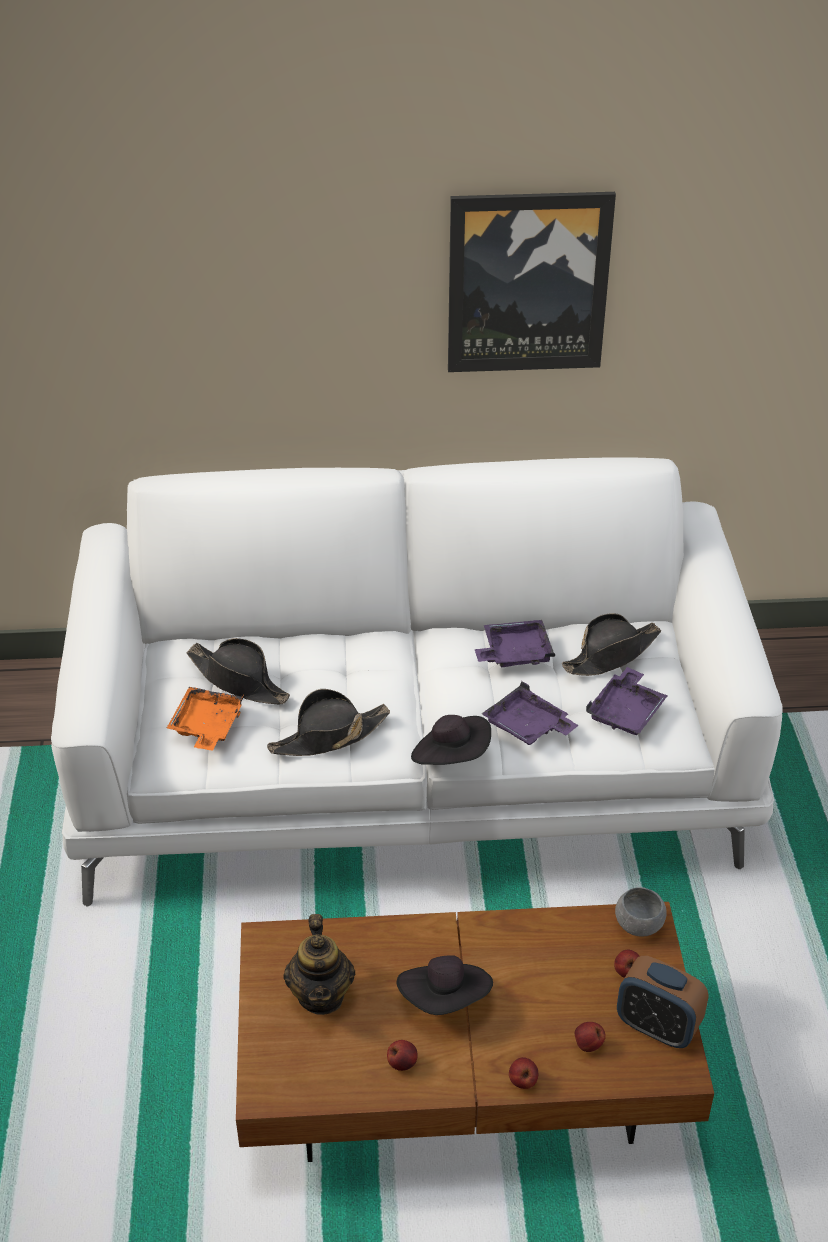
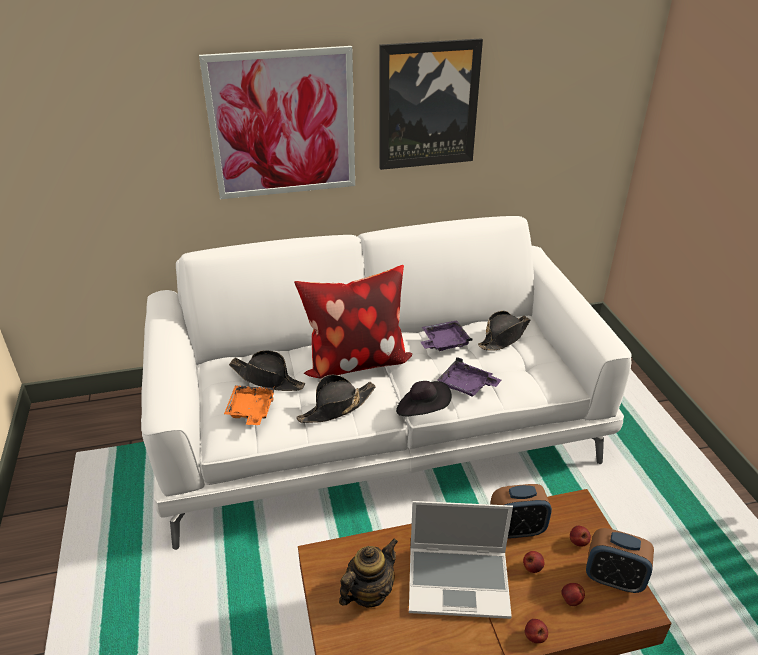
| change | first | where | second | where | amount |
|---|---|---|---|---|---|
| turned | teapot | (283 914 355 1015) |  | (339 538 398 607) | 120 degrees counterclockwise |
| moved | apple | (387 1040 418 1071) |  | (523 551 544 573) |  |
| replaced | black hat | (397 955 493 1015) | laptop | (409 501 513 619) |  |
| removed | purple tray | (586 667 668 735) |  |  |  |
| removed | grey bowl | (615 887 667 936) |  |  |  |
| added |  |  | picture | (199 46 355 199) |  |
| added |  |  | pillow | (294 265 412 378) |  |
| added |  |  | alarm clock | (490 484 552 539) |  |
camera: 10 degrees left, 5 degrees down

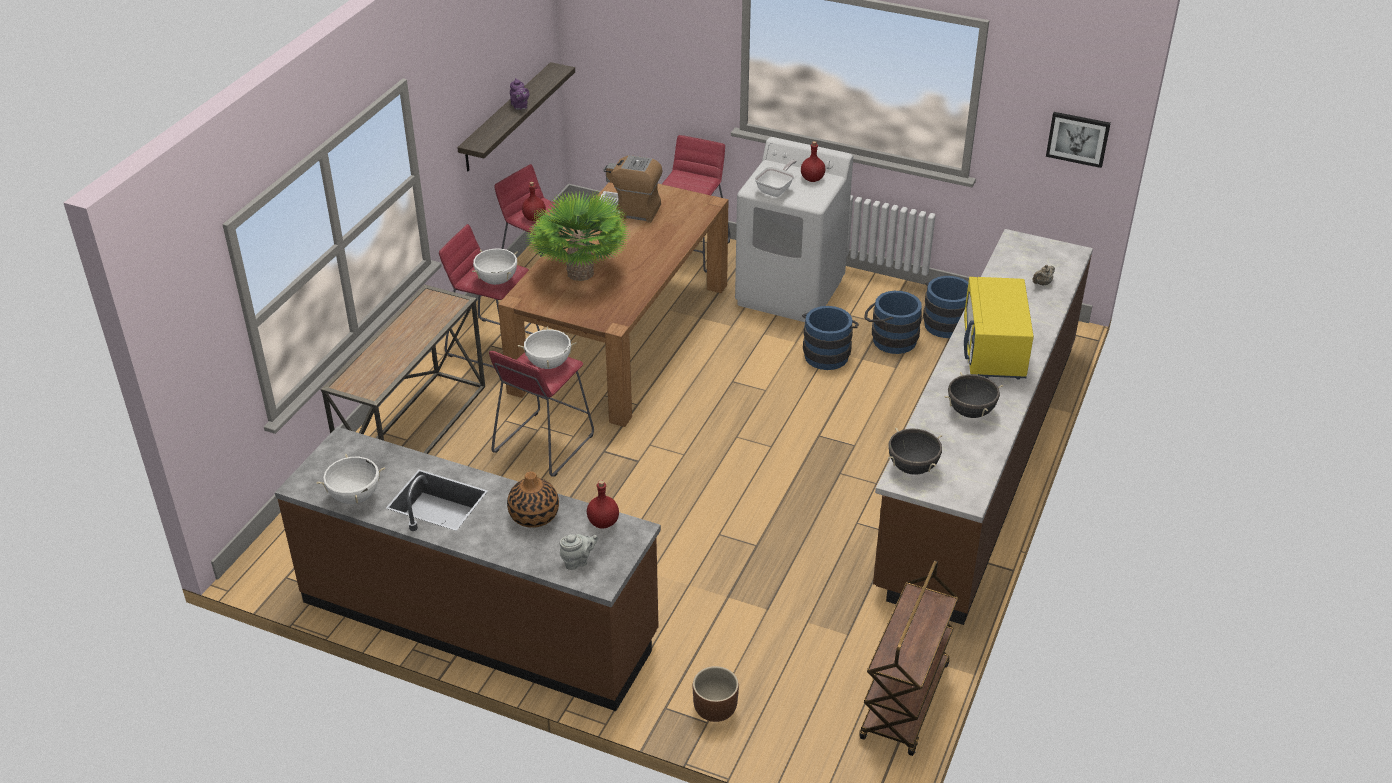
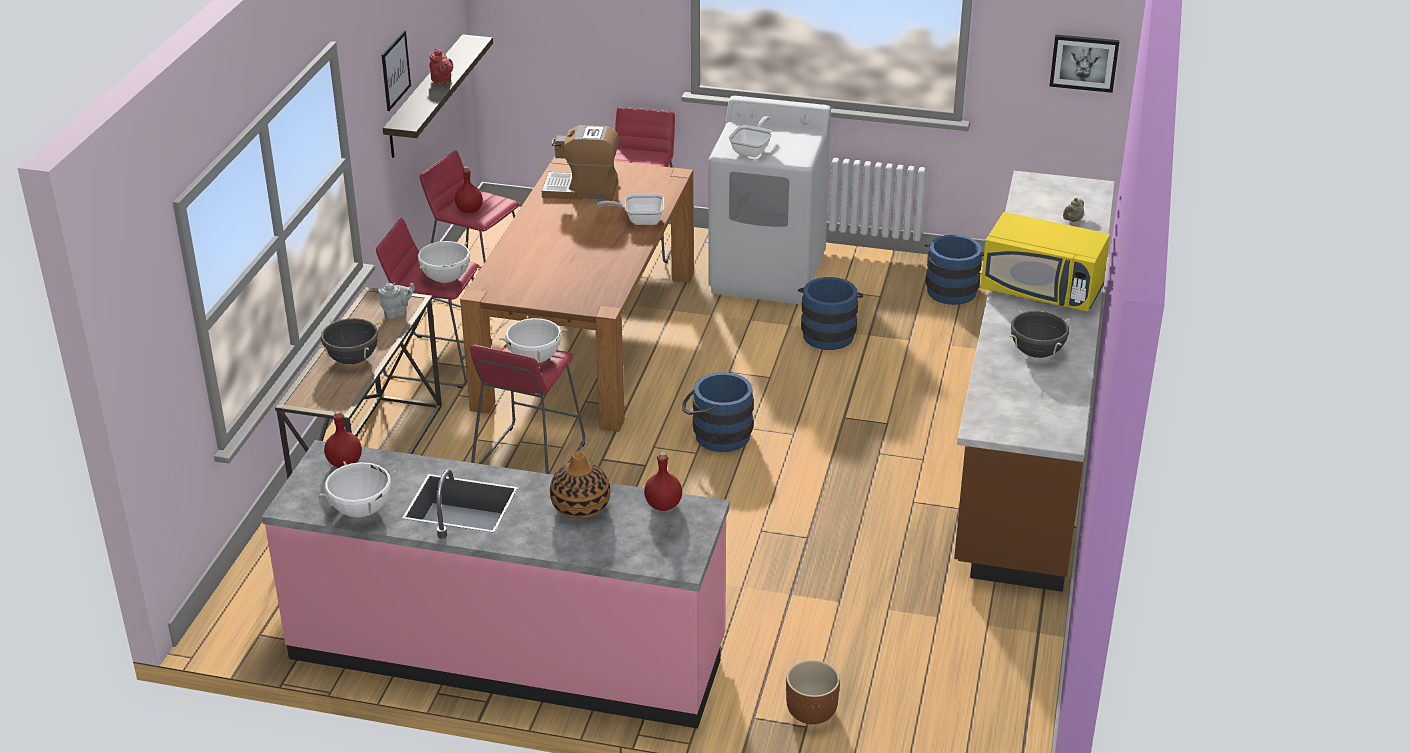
| change | first | where | second | where | amount |
|---|---|---|---|---|---|
| recoloured | brown counter | (275 427 661 711) | pink counter | (262 440 730 729) |  |
| recoloured | purple teapot | (510 78 529 110) | red teapot | (429 48 453 85) |  |
| removed | potted plant | (524 190 628 281) |  |  |  |
| moved | grey teapot | (560 534 598 570) |  | (379 283 415 319) |  |
| moved | red bottle | (801 141 825 182) |  | (324 410 362 468) |  |
| removed | brown cart | (859 560 958 756) |  |  |  |
| moved | blue bucket | (864 291 922 354) |  | (682 372 754 452) |  |
| moved | black cooking pot | (888 428 942 475) |  | (319 318 380 364) |  |
| turned | yellow microwave | (964 277 1034 380) |  | (981 212 1110 311) | 60 degrees counterclockwise |
| added |  |  | picture | (382 31 411 111) |  |
| added |  |  | frying pan | (597 193 664 225) |  |
camera: 10 degrees left, 5 degrees down

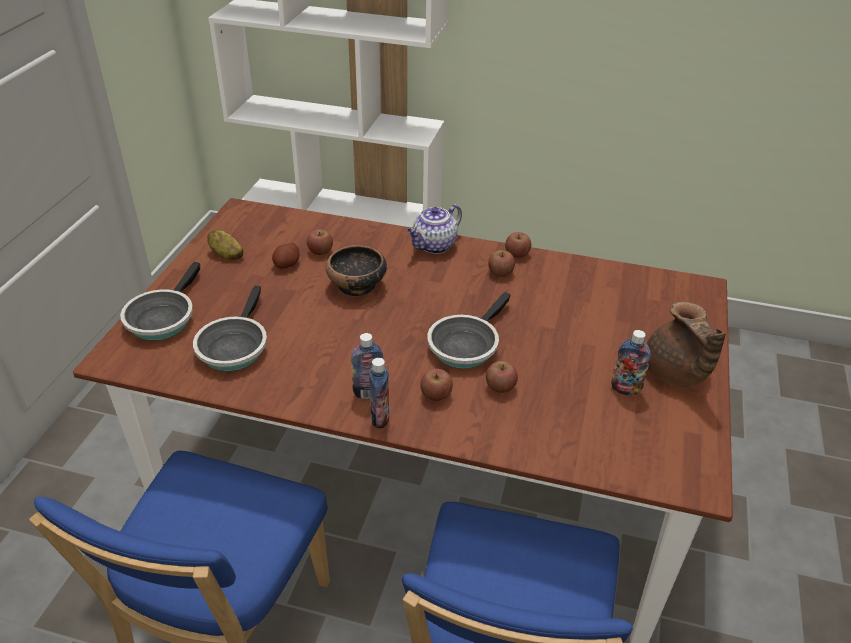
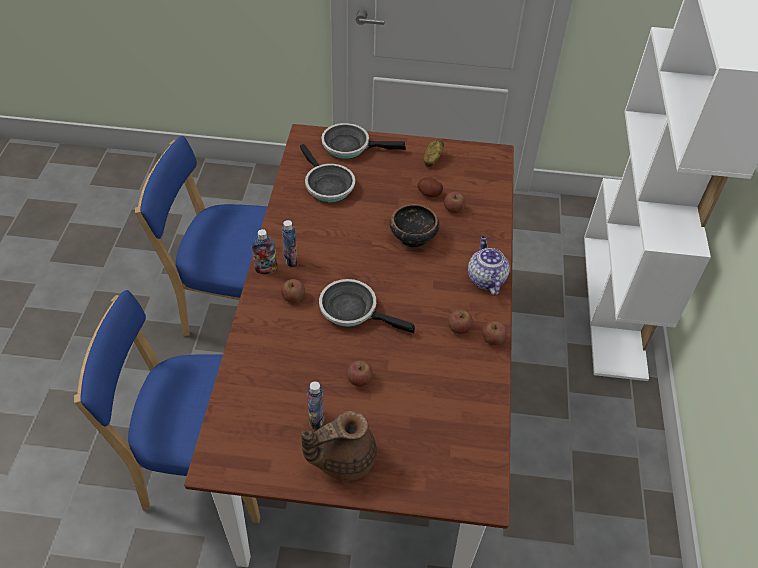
| change | first | where | second | where | amount |
|---|---|---|---|---|---|
| turned | frying pan | (193 286 267 371) |  | (300 144 355 202) | 120 degrees counterclockwise |
| turned | teapot | (407 204 462 254) |  | (468 236 510 295) | 45 degrees clockwise |
| moved | apple | (486 361 518 393) |  | (347 360 373 387) |  |
camera: 80 degrees right, 10 degrees up

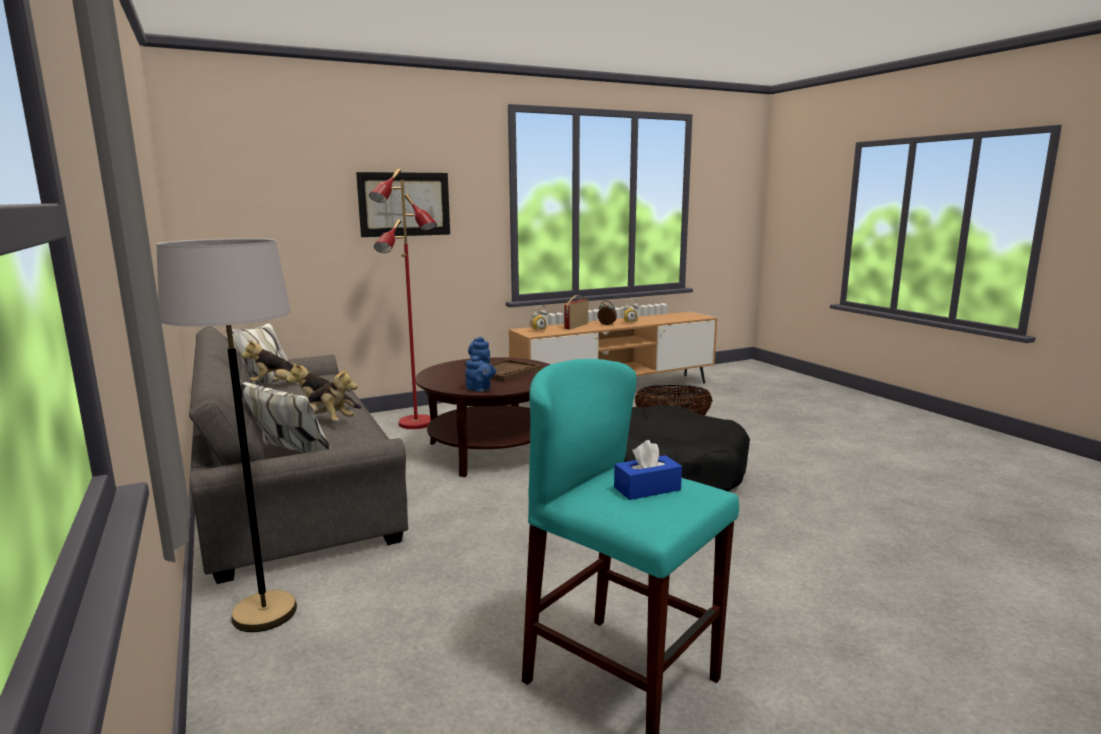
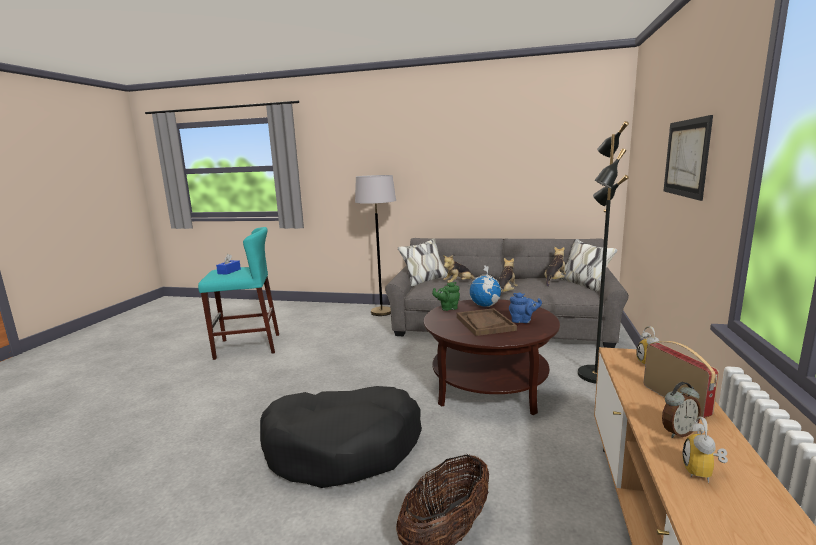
| change | first | where | second | where | amount |
|---|---|---|---|---|---|
| recoloured | red floor lamp | (369 168 437 429) | black floor lamp | (578 121 629 384) |  |
| recoloured | blue teapot | (465 355 496 392) | green teapot | (432 282 460 311) |  |
| added |  |  | globe | (468 265 503 307) |  |
camera: 130 degrees right, 0 degrees up

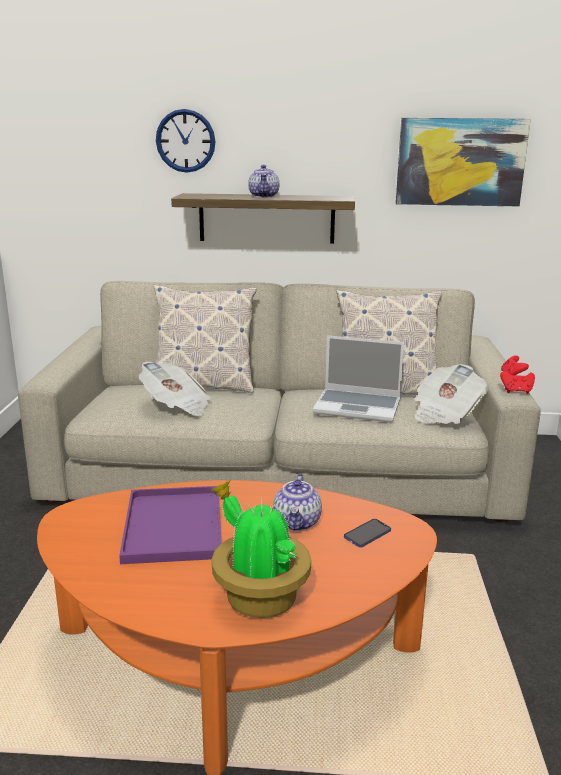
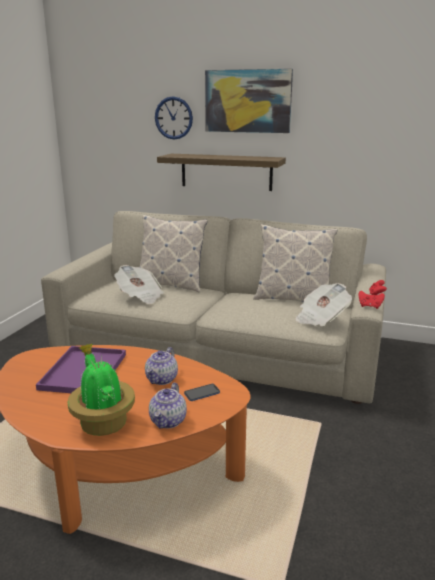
| change | first | where | second | where | amount |
|---|---|---|---|---|---|
| moved | teapot | (248 165 279 197) |  | (149 383 187 429) |  |
| removed | laptop | (313 335 405 422) |  |  |  |
| moved | picture | (396 118 531 206) |  | (205 69 293 133) |  |
camera: 15 degrees right, 0 degrees up

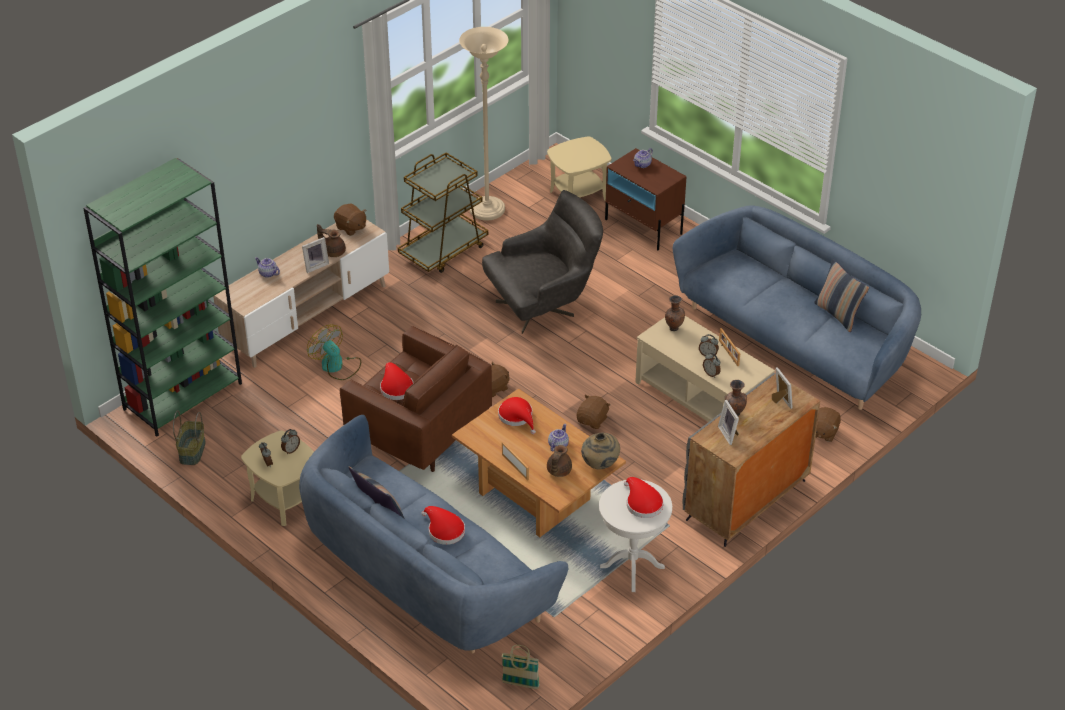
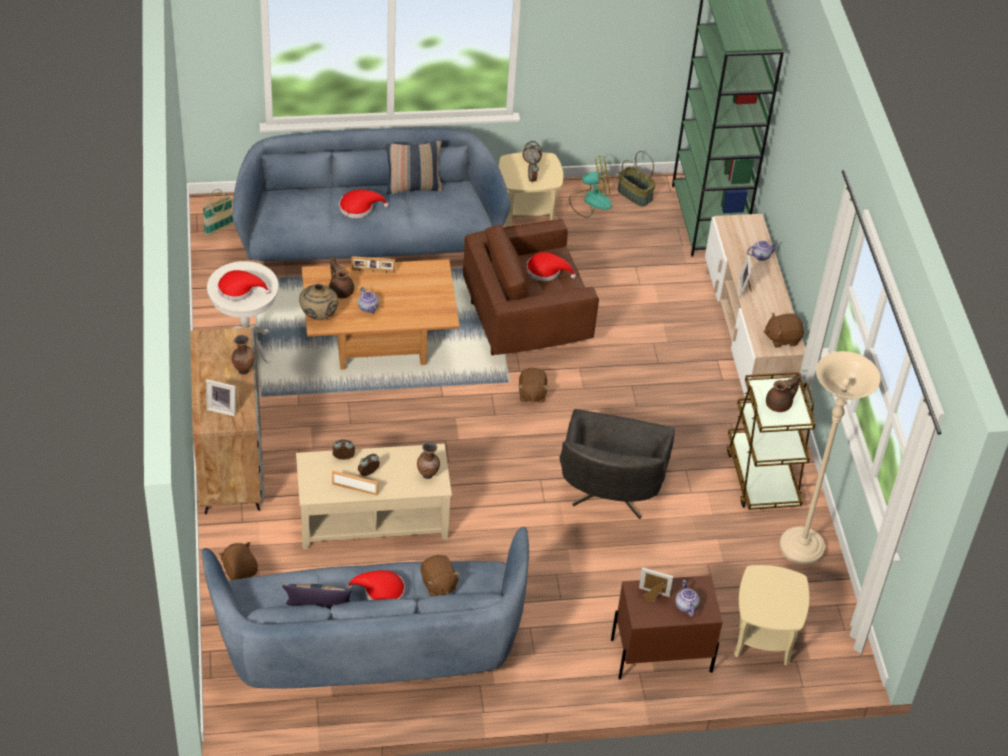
| change | first | where | second | where | amount |
|---|---|---|---|---|---|
| moved | fan | (307 324 361 380) |  | (569 155 612 218) |  |
| moved | brown teapot | (317 224 346 257) |  | (766 373 801 412) |  |
| moved | red hat | (498 397 536 434) |  | (346 570 405 600) |  |
| moved | brown plush toy | (577 394 610 429) |  | (421 555 460 596) |  |
| moved | picture frame | (718 400 739 445) |  | (639 567 673 601) |  |
camera: 125 degrees right, 5 degrees up

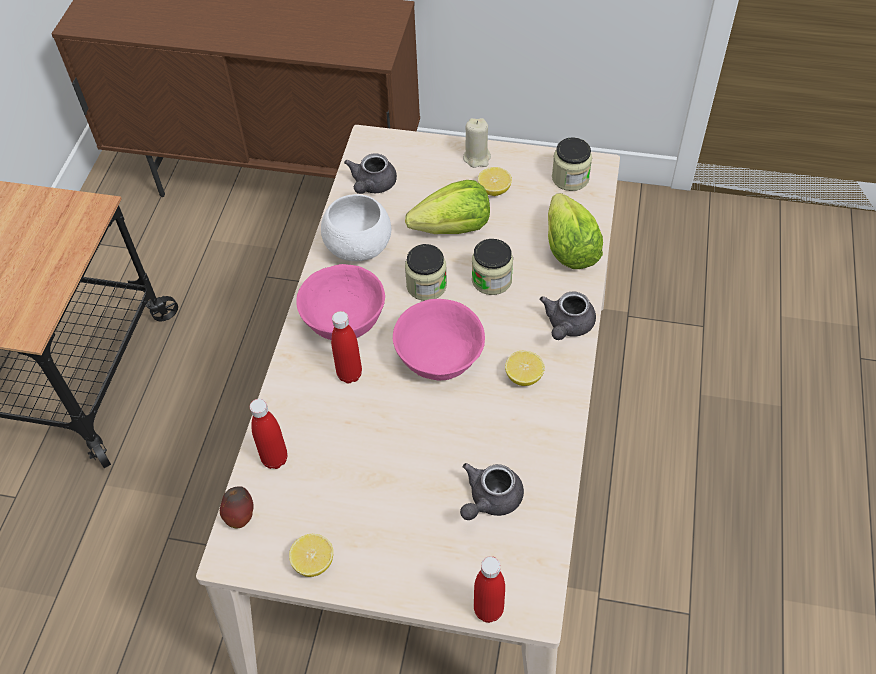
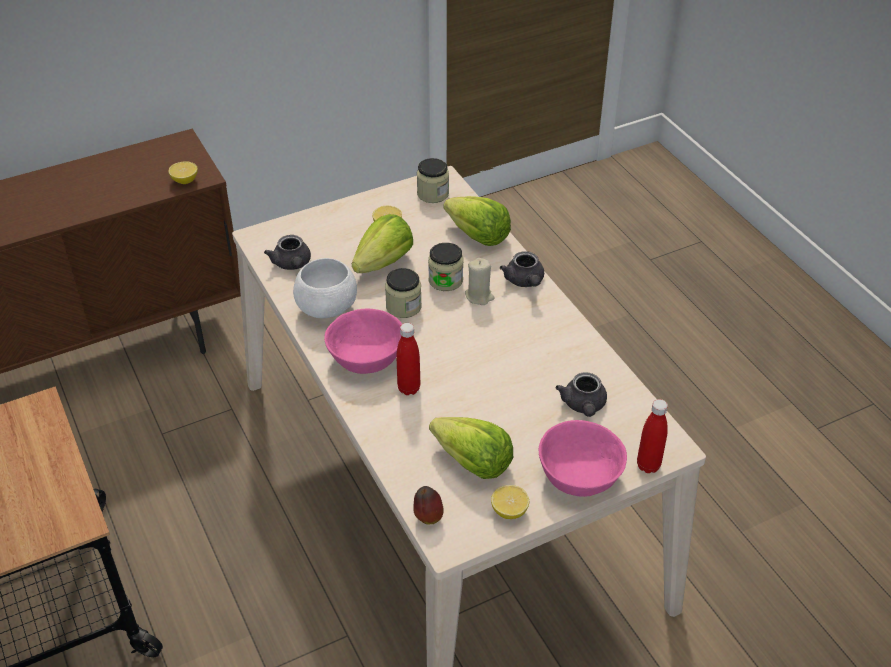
| change | first | where | second | where | amount |
|---|---|---|---|---|---|
| removed | red bottle | (250 399 288 469) |  |  |  |
| moved | pink bowl | (393 299 485 380) |  | (539 420 627 497) |  |
| moved | beige candle | (463 118 491 168) |  | (465 258 495 305) |  |
| moved | lemon | (505 351 545 386) |  | (169 161 198 184) |  |
| added |  |  | lettuce | (429 417 513 479) |  |
camera: 40 degrees left, 10 degrees down

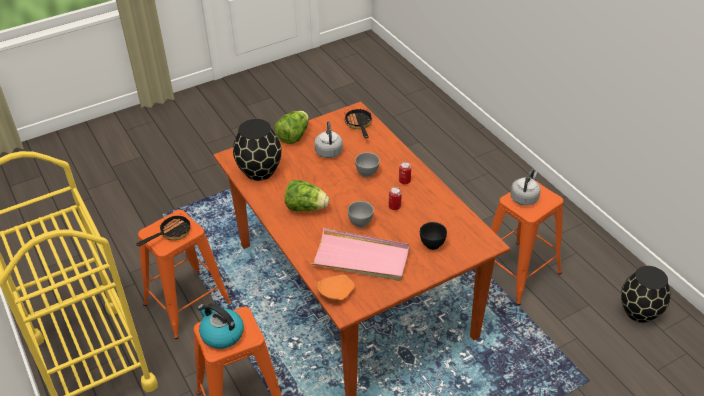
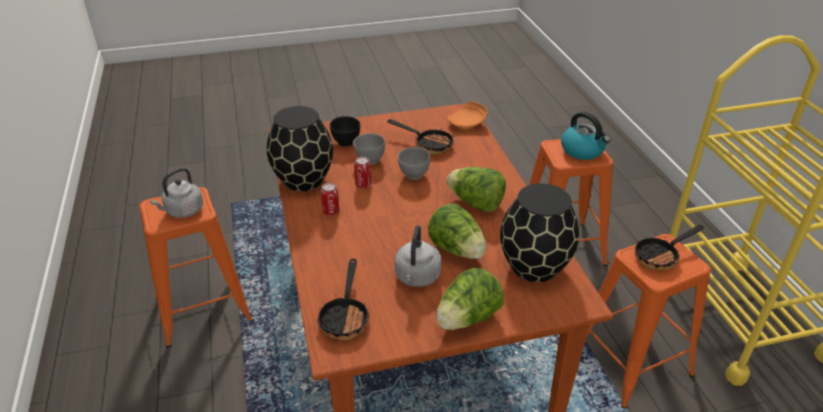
| change | first | where | second | where | amount |
|---|---|---|---|---|---|
| replaced | pink tray | (311 228 410 281) | frying pan | (387 119 454 154) |  |
| moved | grey bowl | (355 152 380 177) |  | (353 133 385 165) |  |
| moved | black vase | (621 266 671 323) |  | (267 106 333 191) |  |
| added |  |  | lettuce | (428 203 486 259) |  |
camera: 165 degrees left, 5 degrees down

